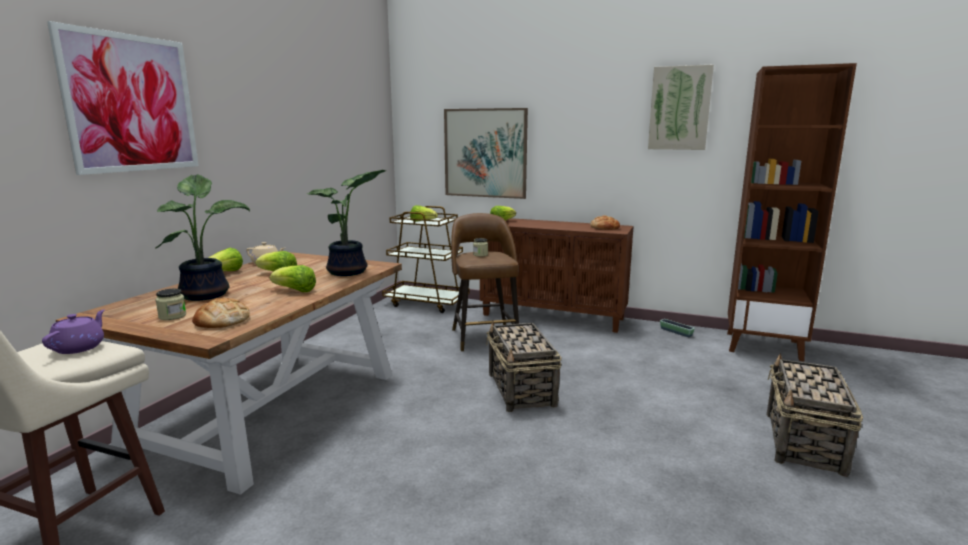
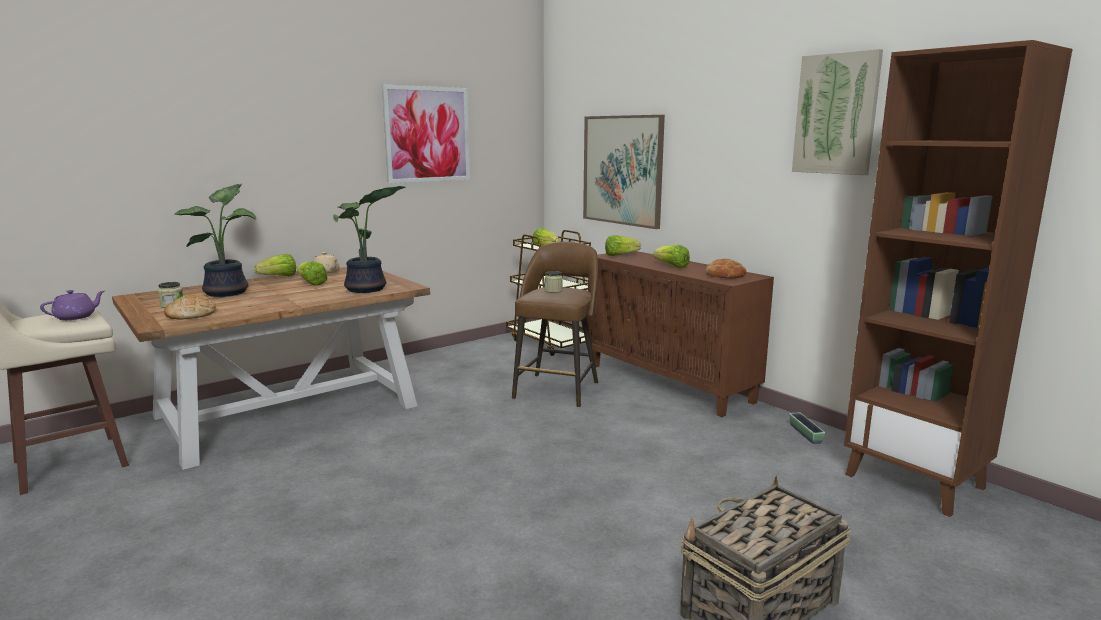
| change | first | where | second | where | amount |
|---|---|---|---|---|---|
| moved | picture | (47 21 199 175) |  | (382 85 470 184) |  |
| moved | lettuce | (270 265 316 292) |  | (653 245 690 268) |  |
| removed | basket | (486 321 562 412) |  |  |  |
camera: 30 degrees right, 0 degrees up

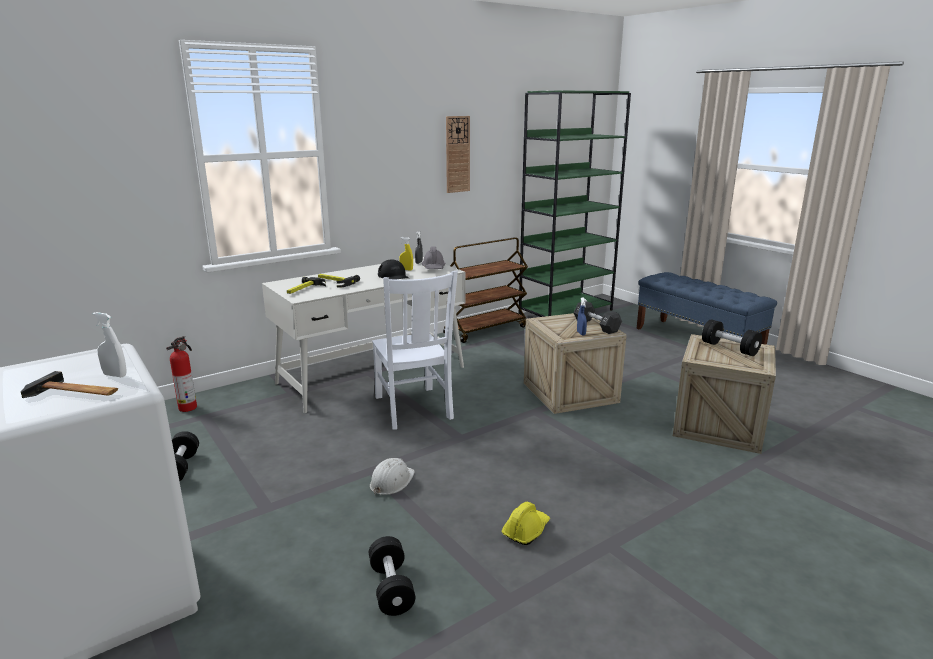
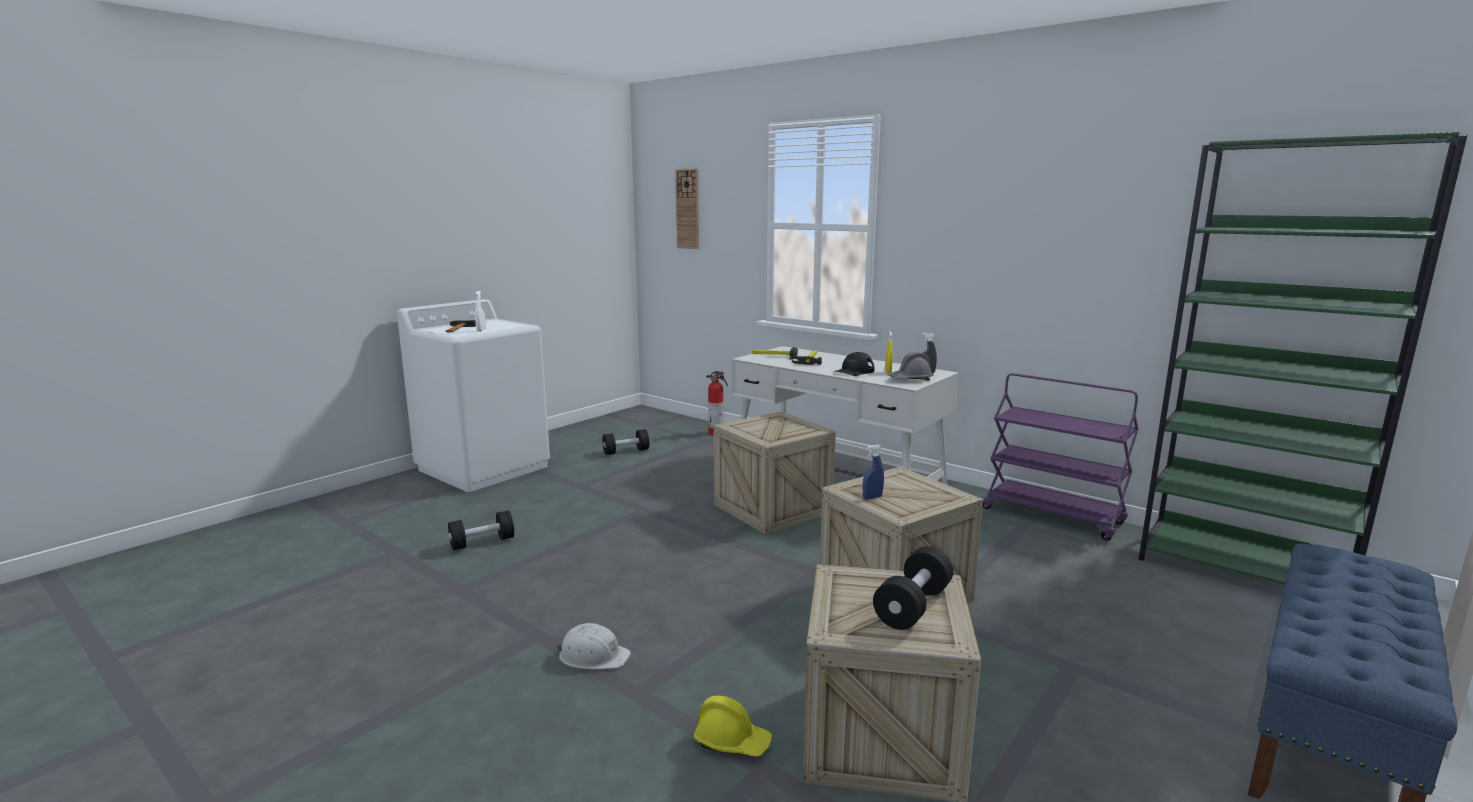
| change | first | where | second | where | amount |
|---|---|---|---|---|---|
| moved | white hard hat | (370 458 415 495) |  | (556 623 631 669) |  |
| replaced | white chair | (372 270 458 430) | crate | (714 411 836 534) |  |
| recoloured | brown cart | (443 237 528 343) | purple cart | (983 373 1138 541) |  |
| moved | wall clock | (446 116 470 193) |  | (675 169 699 249) |  |
| moved | yellow hard hat | (502 502 550 545) |  | (694 696 772 757) |  |
| removed | black dumbbell | (573 301 622 334) |  |  |  |
camera: 75 degrees right, 5 degrees down

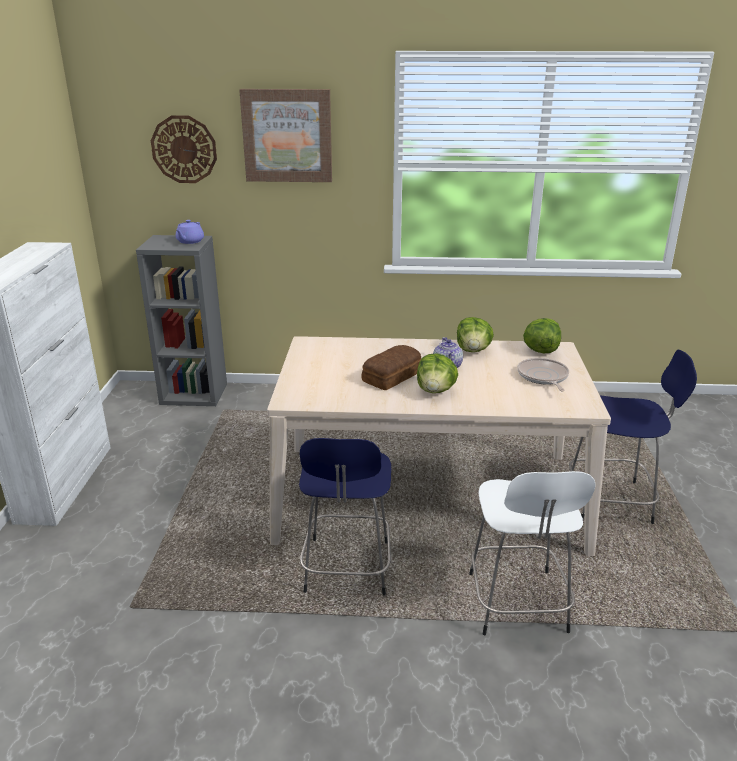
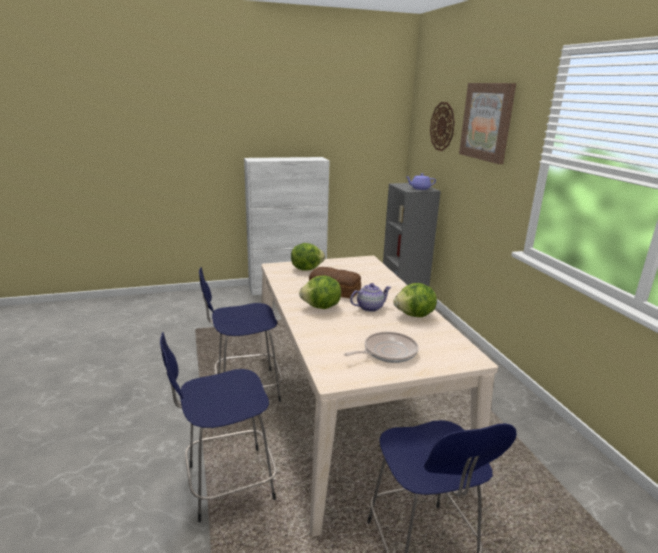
| change | first | where | second | where | amount |
|---|---|---|---|---|---|
| recoloured | white stool | (469 471 596 635) | blue stool | (160 332 277 522) |  |
| moved | lettuce | (523 318 561 354) |  | (291 243 326 271) |  |
camera: 70 degrees right, 5 degrees down

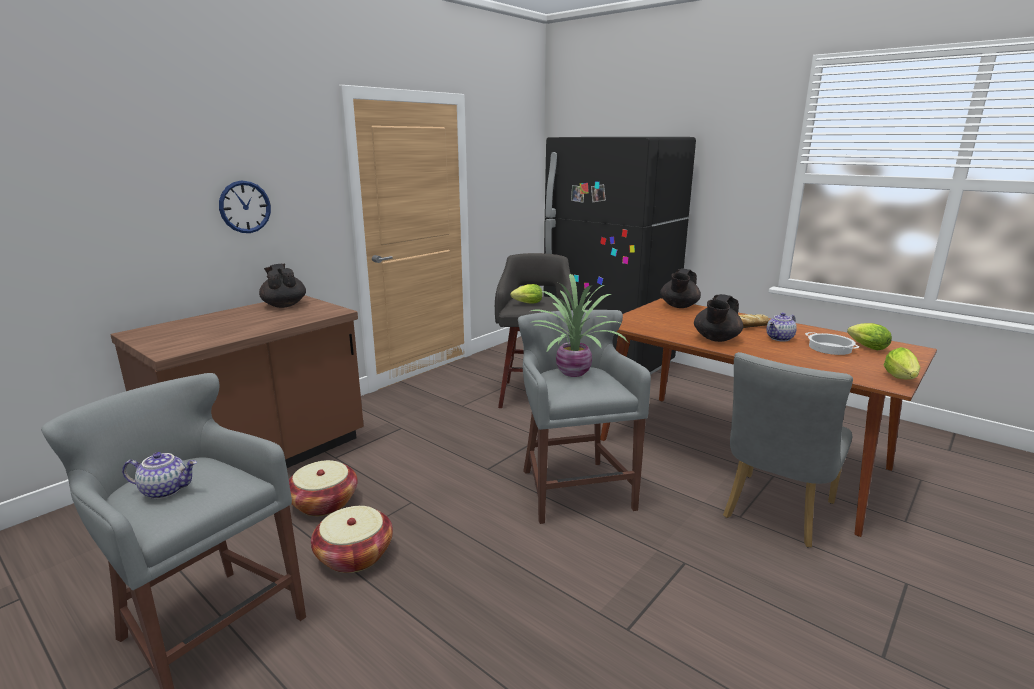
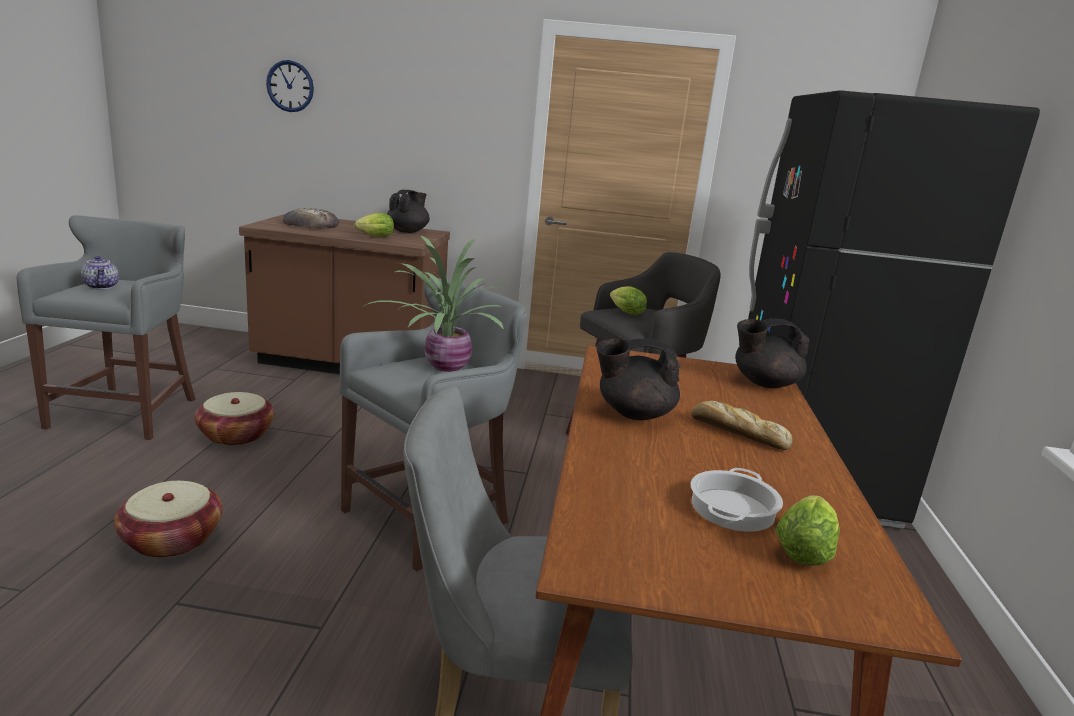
| change | first | where | second | where | amount |
|---|---|---|---|---|---|
| moved | wall clock | (219 181 271 233) |  | (266 60 314 112) |  |
| moved | basket | (289 460 358 516) |  | (114 481 223 558) |  |
| removed | teapot | (766 313 797 342) |  |  |  |
| moved | lettuce | (884 347 921 379) |  | (354 213 394 237) |  |
| added |  |  | bread | (283 208 339 229) |  |
camera: 55 degrees right, 0 degrees up

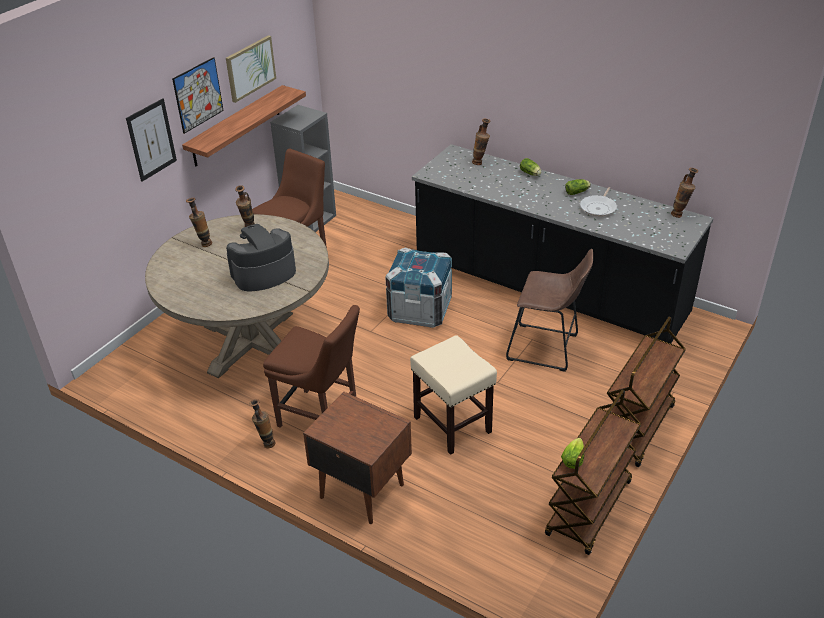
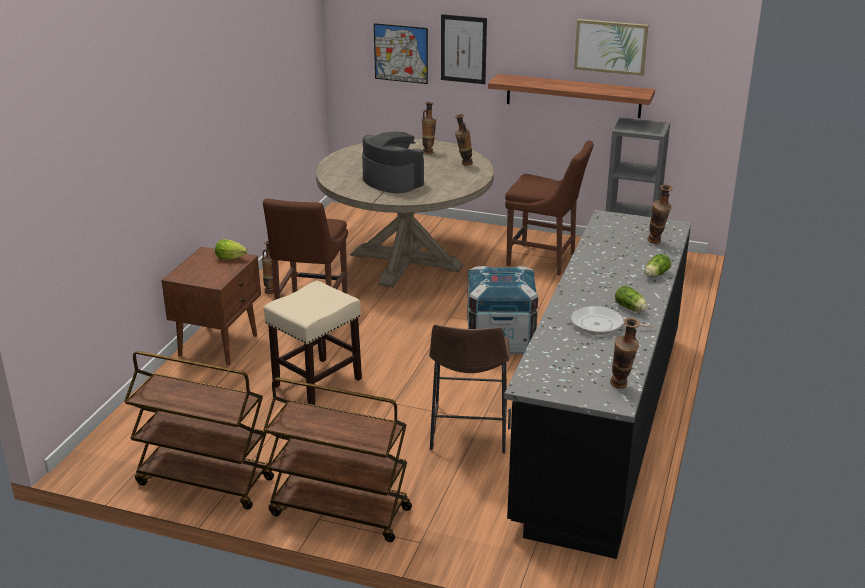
| change | first | where | second | where | amount |
|---|---|---|---|---|---|
| moved | picture | (172 57 224 134) |  | (374 23 428 84) |  |
| moved | lettuce | (561 438 584 469) |  | (215 239 247 260) |  |
camera: 75 degrees right, 10 degrees down

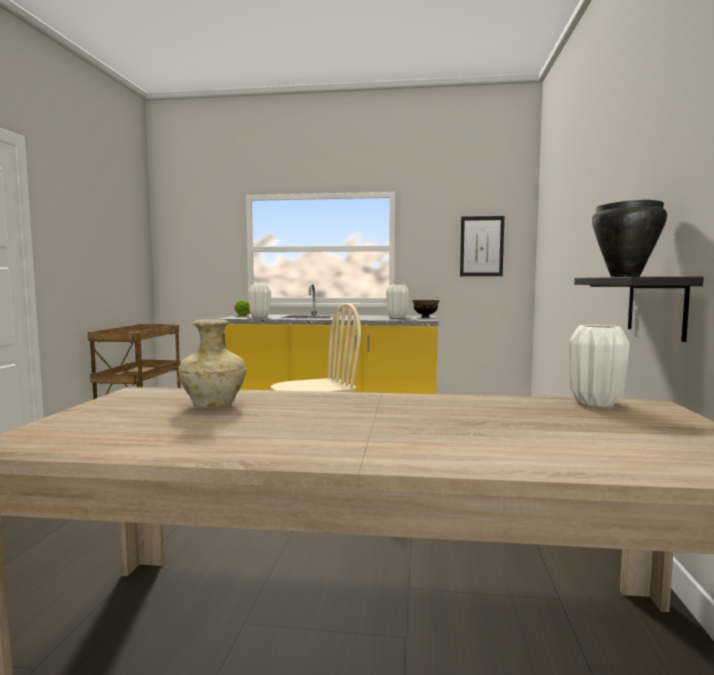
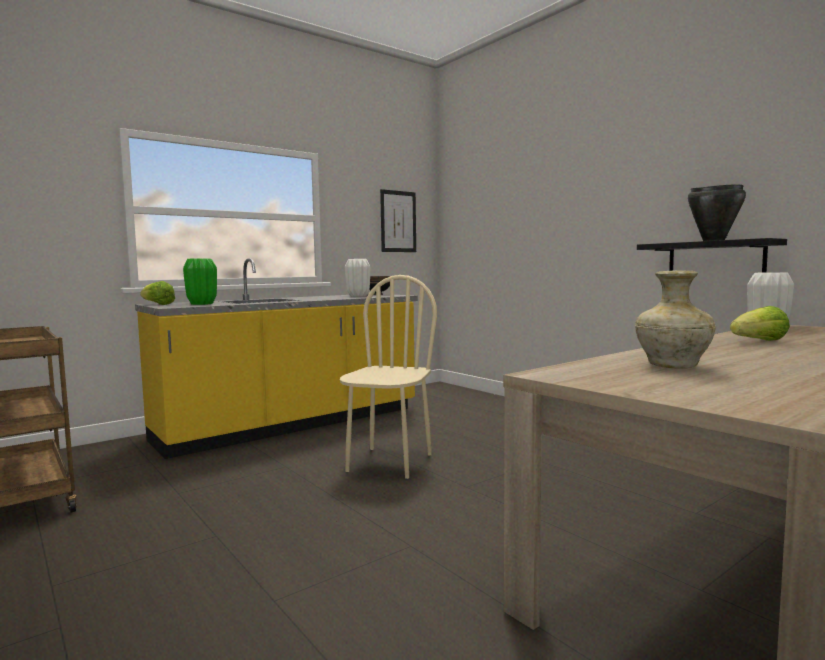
| change | first | where | second | where | amount |
|---|---|---|---|---|---|
| recoloured | white vase | (248 285 271 318) | green vase | (183 258 217 305) |  |
| added |  |  | lettuce | (730 306 790 341) |  |
camera: 45 degrees left, 0 degrees up

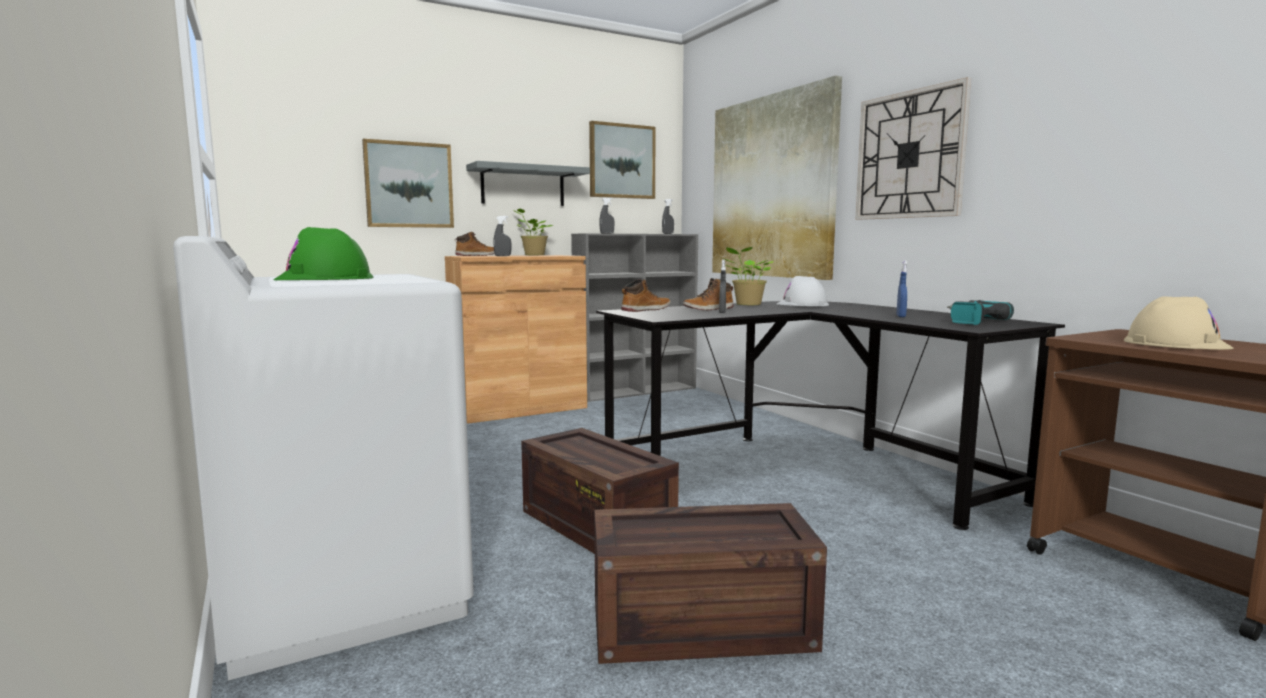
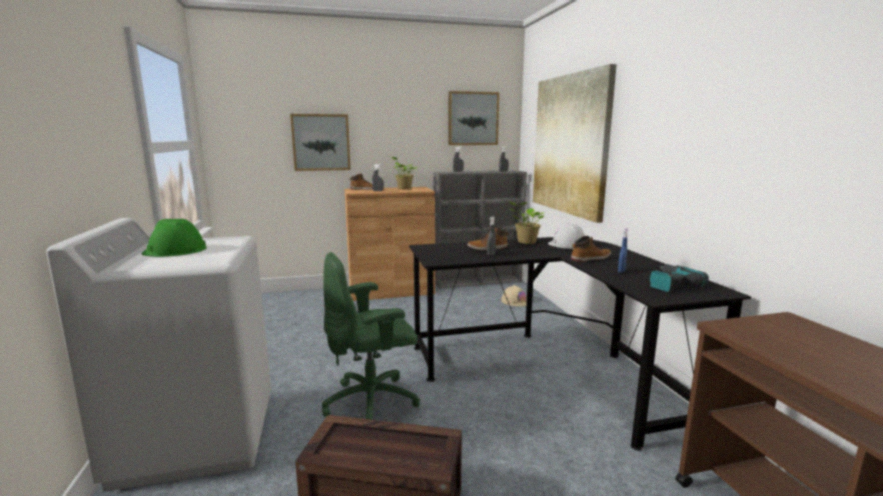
| change | first | where | second | where | amount |
|---|---|---|---|---|---|
| removed | grey shelf | (466 161 590 206) |  |  |  |
| replaced | crate | (521 428 679 554) | green office chair | (322 252 420 420) |  |
| moved | boot | (621 279 671 312) |  | (571 236 611 262) |  |
| removed | wall clock | (855 77 971 220) |  |  |  |
| moved | beige hard hat | (1124 296 1234 350) |  | (501 285 527 307) |  |
camera: 15 degrees right, 5 degrees up

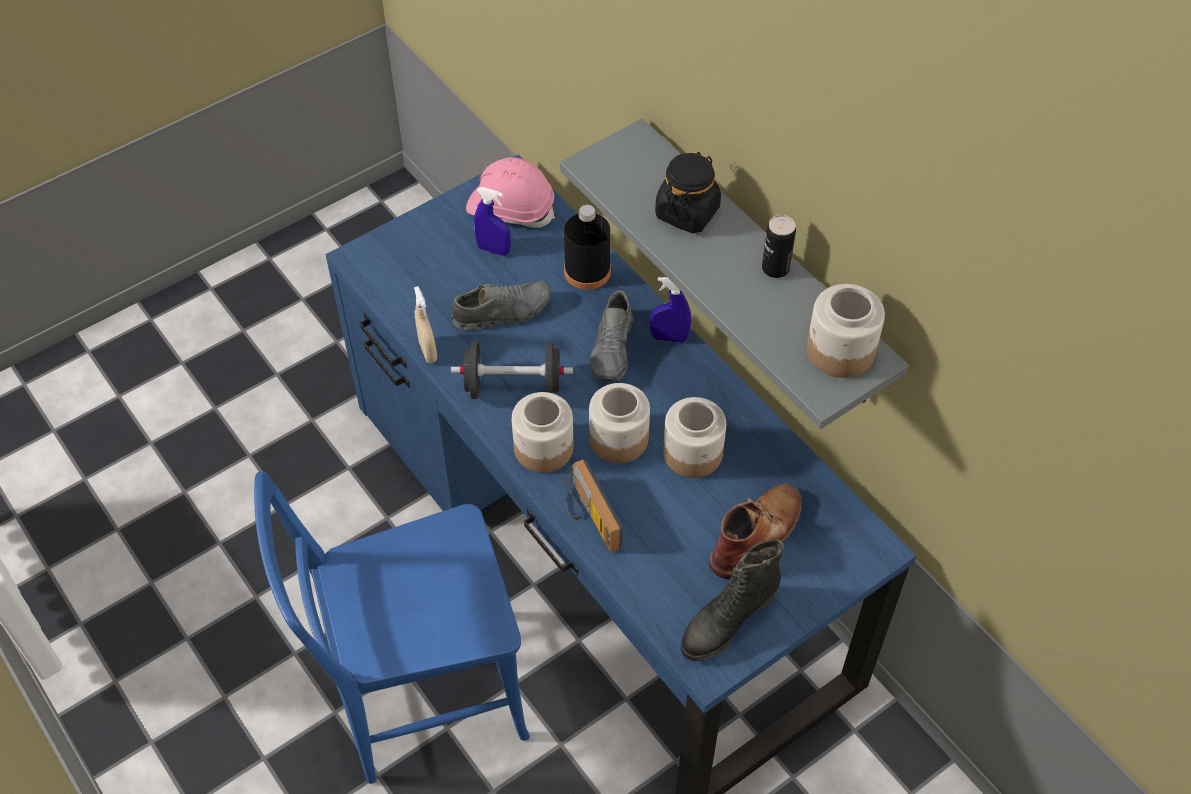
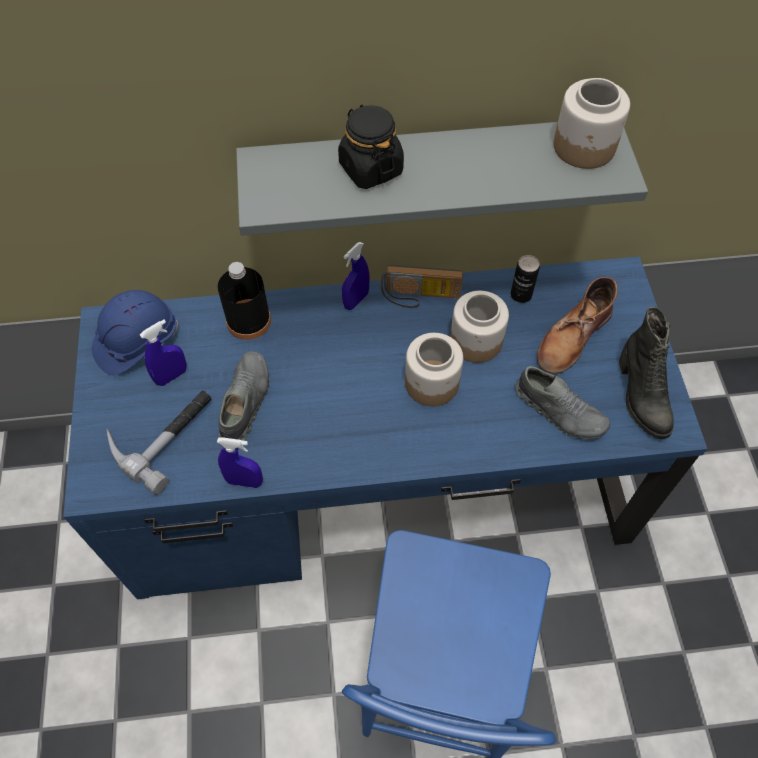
| change | first | where | second | where | amount |
|---|---|---|---|---|---|
| recoloured | beige spray bottle | (414 286 437 363) | blue spray bottle | (217 437 263 488) |  |
| removed | black dumbbell | (451 341 573 399) |  |  |  |
| recoloured | pink hard hat | (466 157 555 228) | blue hard hat | (91 290 178 376) |  |
| removed | jar | (512 392 574 473) |  |  |  |
| moved | radio | (563 459 623 552) |  | (381 265 463 308) |  |
| moved | grey shoe | (590 290 633 382) |  | (515 366 610 439) |  |
| turned | brown boot | (709 483 802 579) |  | (537 277 618 375) | 120 degrees counterclockwise |
| moved | can | (762 215 796 278) |  | (511 255 540 303) |  |
| added |  |  | hammer | (107 390 212 495) |  |
camera: 60 degrees left, 5 degrees up

